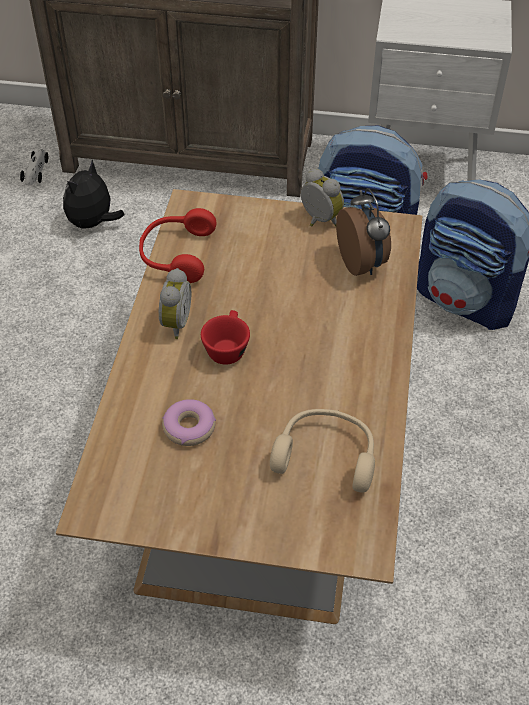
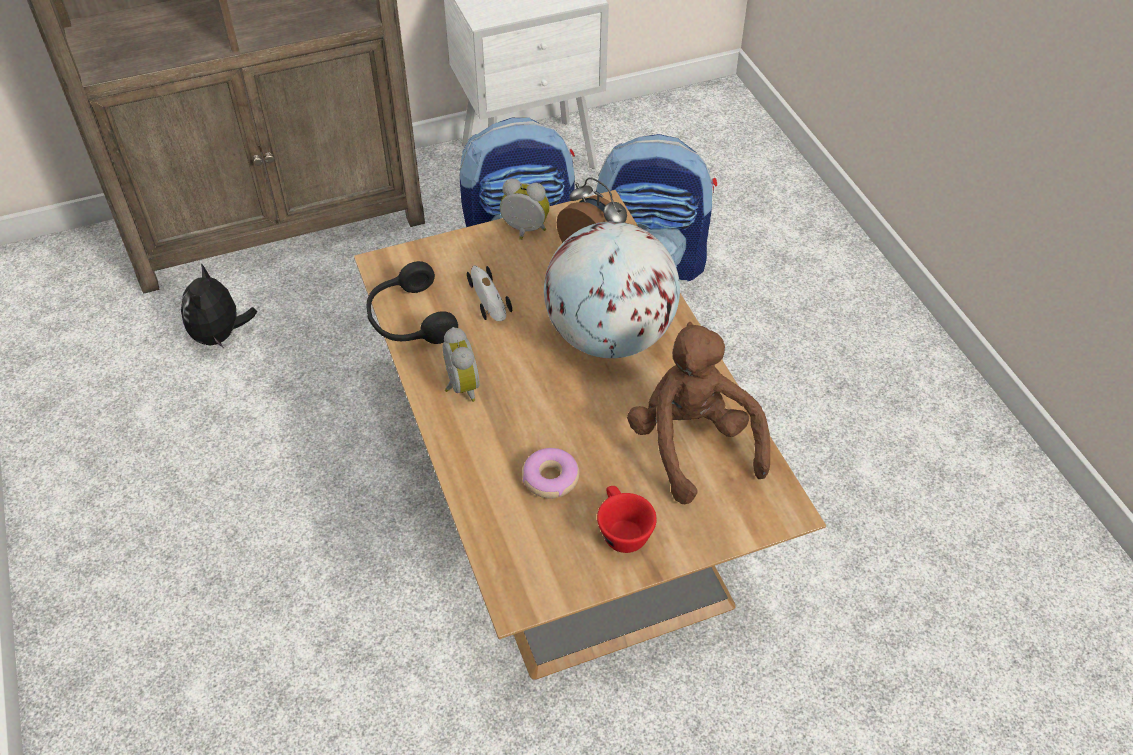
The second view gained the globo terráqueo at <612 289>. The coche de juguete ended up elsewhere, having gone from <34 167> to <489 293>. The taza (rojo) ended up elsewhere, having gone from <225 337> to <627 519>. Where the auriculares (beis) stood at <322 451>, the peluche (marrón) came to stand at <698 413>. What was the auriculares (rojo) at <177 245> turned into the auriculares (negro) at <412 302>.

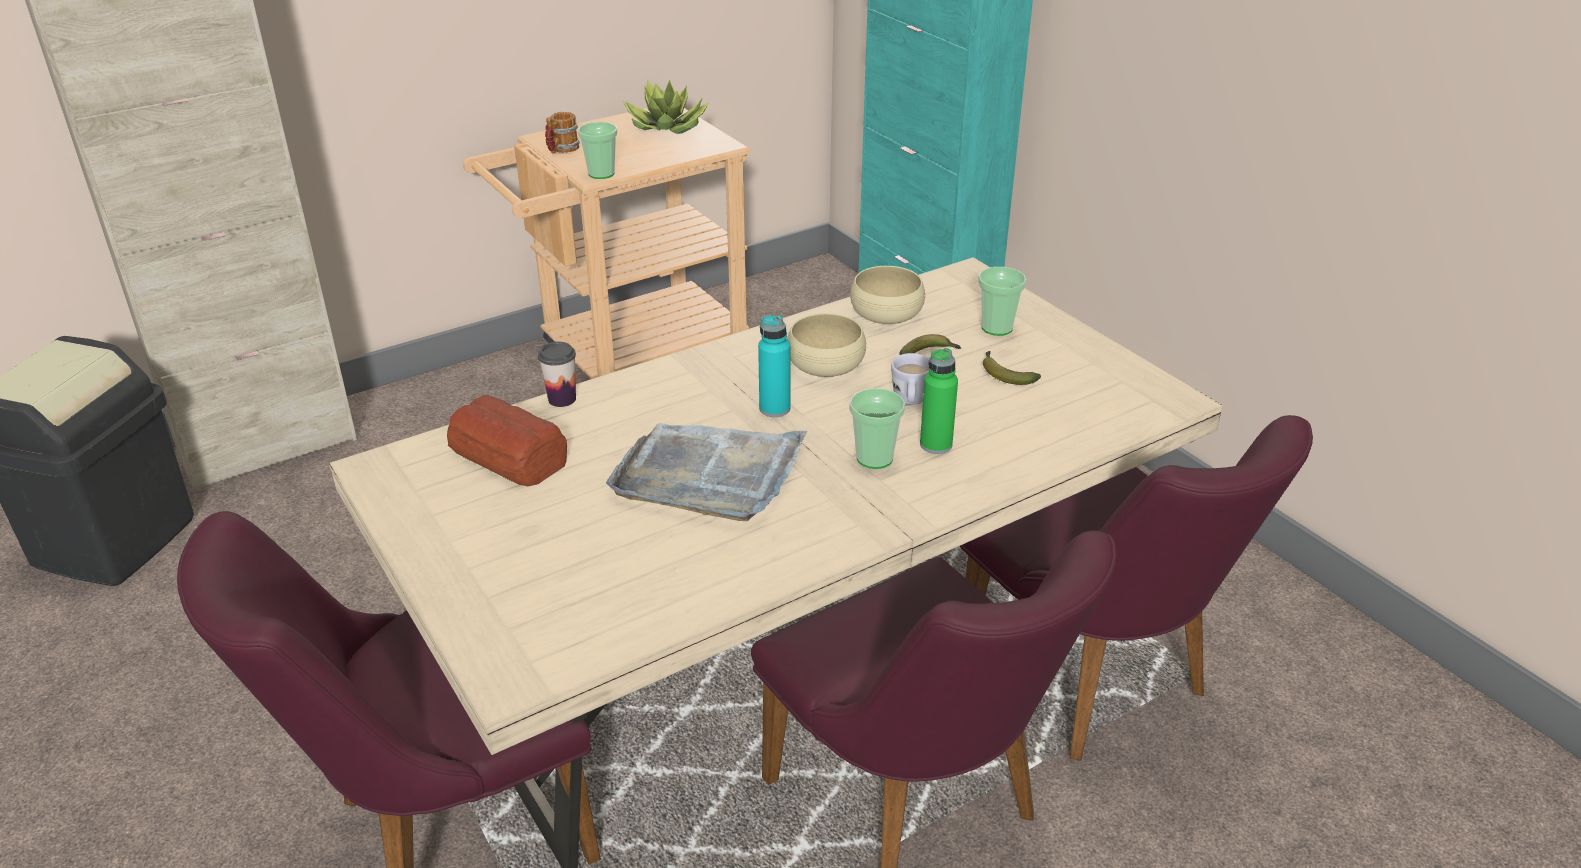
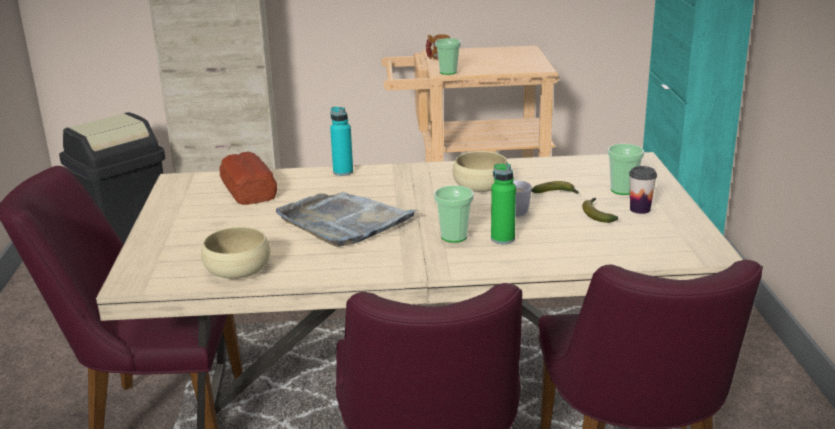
The second view lost the planta en maceta at <666 107>. The taza ended up elsewhere, having gone from <557 374> to <643 190>. The botella (turquesa) ended up elsewhere, having gone from <774 366> to <341 141>. The cuenco (beis) ended up elsewhere, having gone from <887 295> to <235 253>.

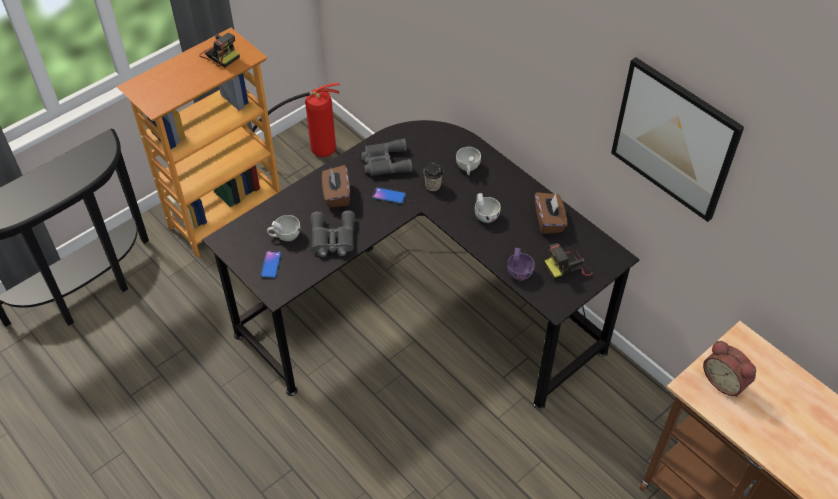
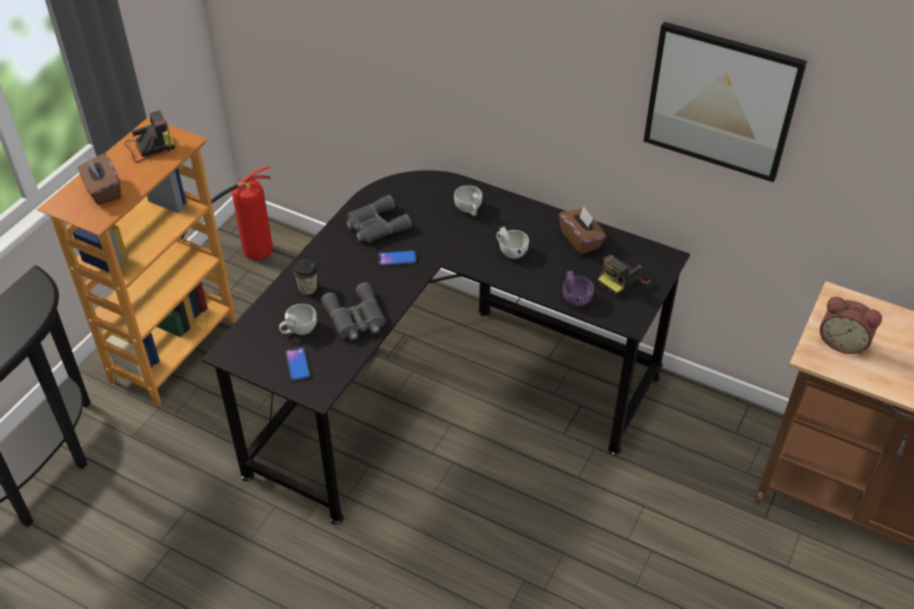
The caja de pañuelos (marrón) ended up elsewhere, having gone from <336 186> to <99 179>. The taza ended up elsewhere, having gone from <433 177> to <305 277>. The cámara at <219 50> ended up facing another way, 45 degrees counterclockwise from before.

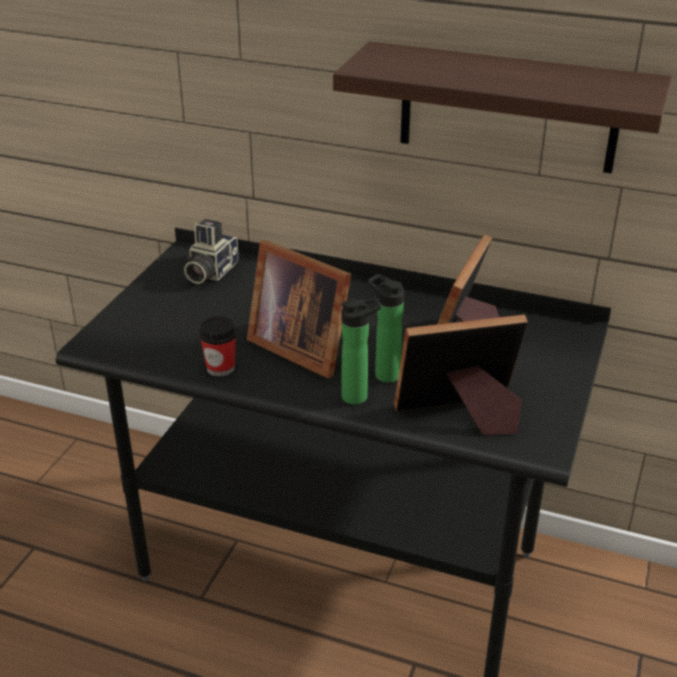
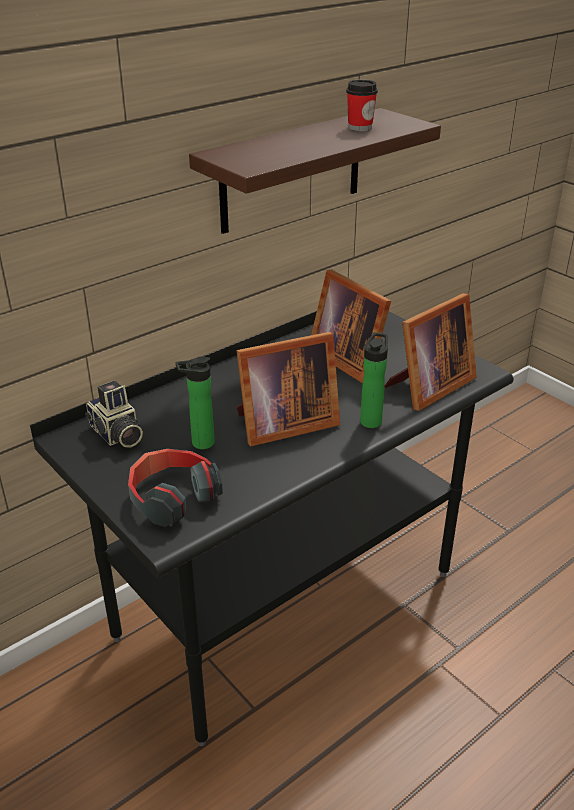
The second view gained the auriculares at <175 488>. The taza ended up elsewhere, having gone from <218 346> to <362 105>. The botella ended up elsewhere, having gone from <386 328> to <195 402>. The portarretratos at <461 375> ended up facing another way, 150 degrees counterclockwise from before.

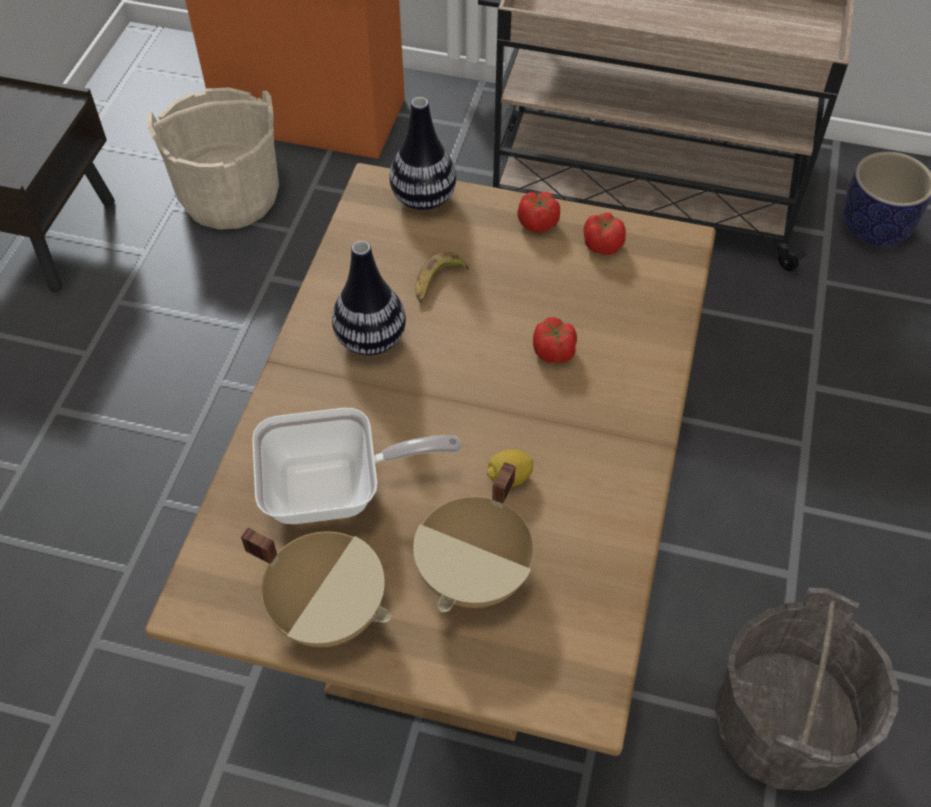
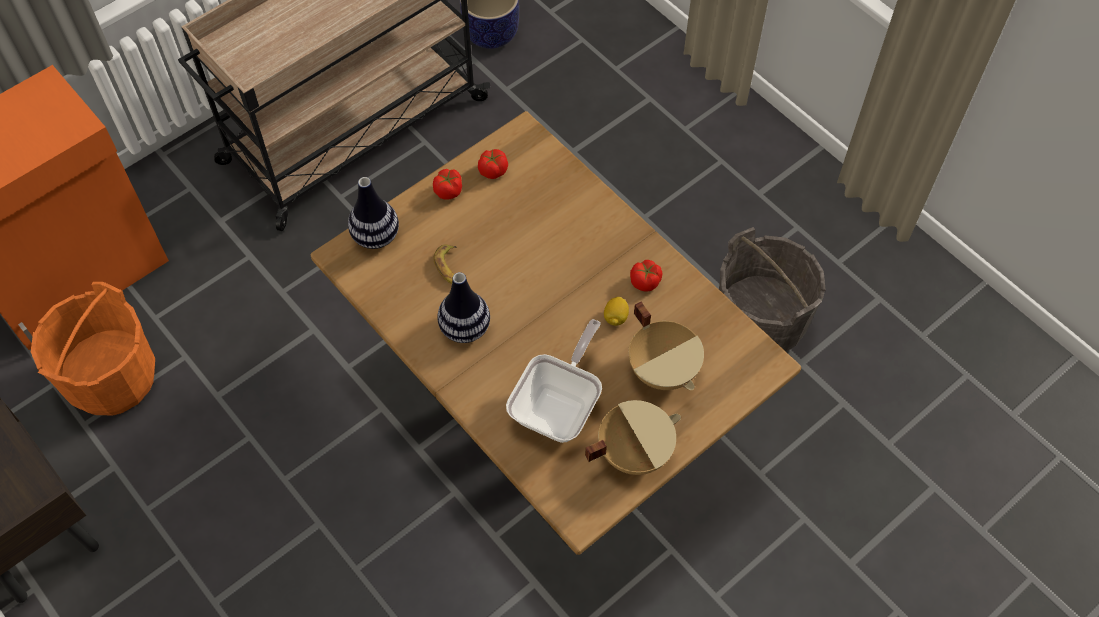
The tomate ended up elsewhere, having gone from <555 340> to <646 276>. What was the cubo (beis) at <213 158> turned into the cubo (naranja) at <93 348>.

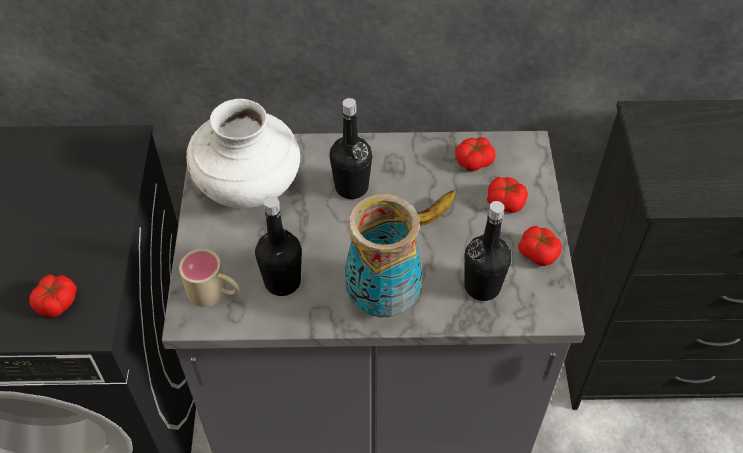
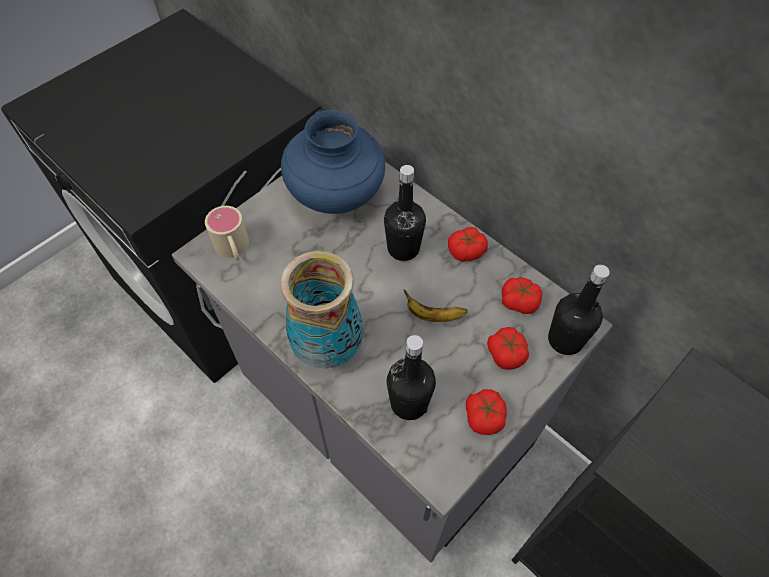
The tomate ended up elsewhere, having gone from <53 296> to <468 244>. The botella (negro) ended up elsewhere, having gone from <278 246> to <579 309>. What was the florero (blanco) at <243 154> turned into the florero (azul) at <333 162>.

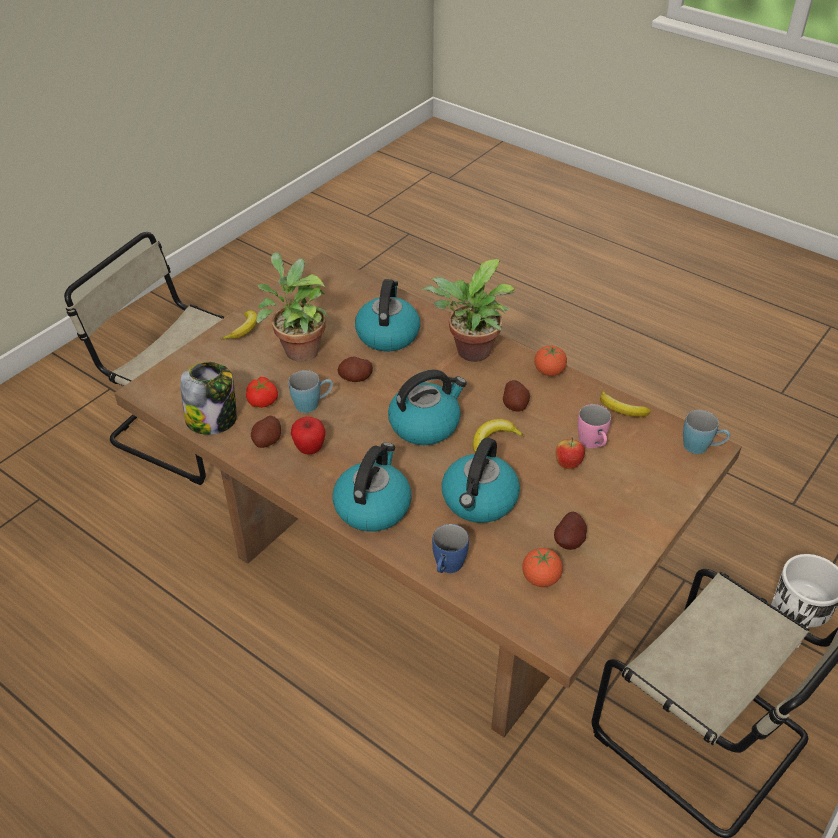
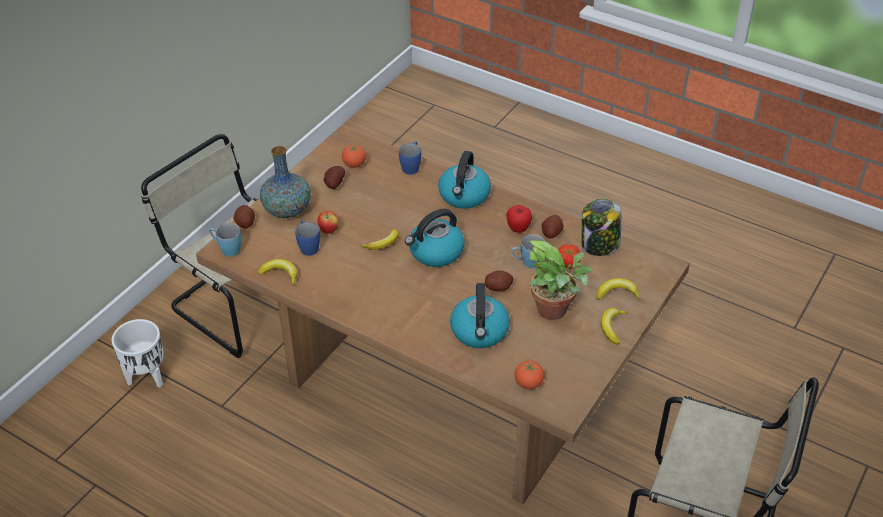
The second view lost the planta en maceta at <468 310>. The second view lost the hervidor at <481 480>. The second view gained the florero at <285 182>. The second view gained the plátano at <618 289>. The patata ended up elsewhere, having gone from <516 395> to <244 217>. The tomate ended up elsewhere, having gone from <550 360> to <529 374>. What was the taza grande (rosa) at <594 426> turned into the taza grande (azul) at <307 238>.

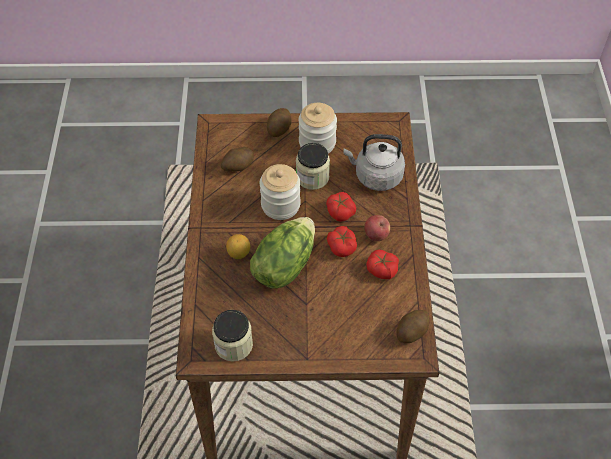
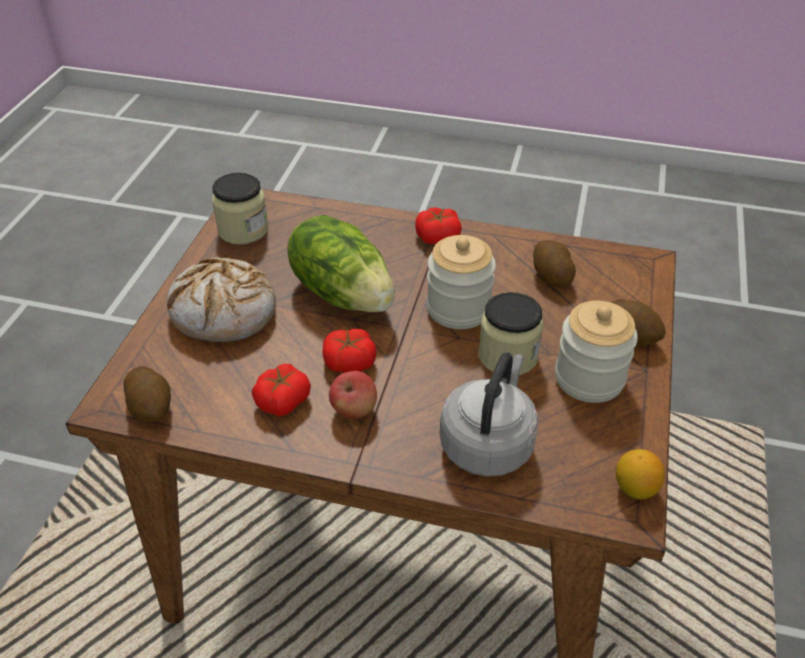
The second view gained the pan at <221 299>. The limón ended up elsewhere, having gone from <238 246> to <640 474>. The tomate ended up elsewhere, having gone from <341 206> to <438 225>.

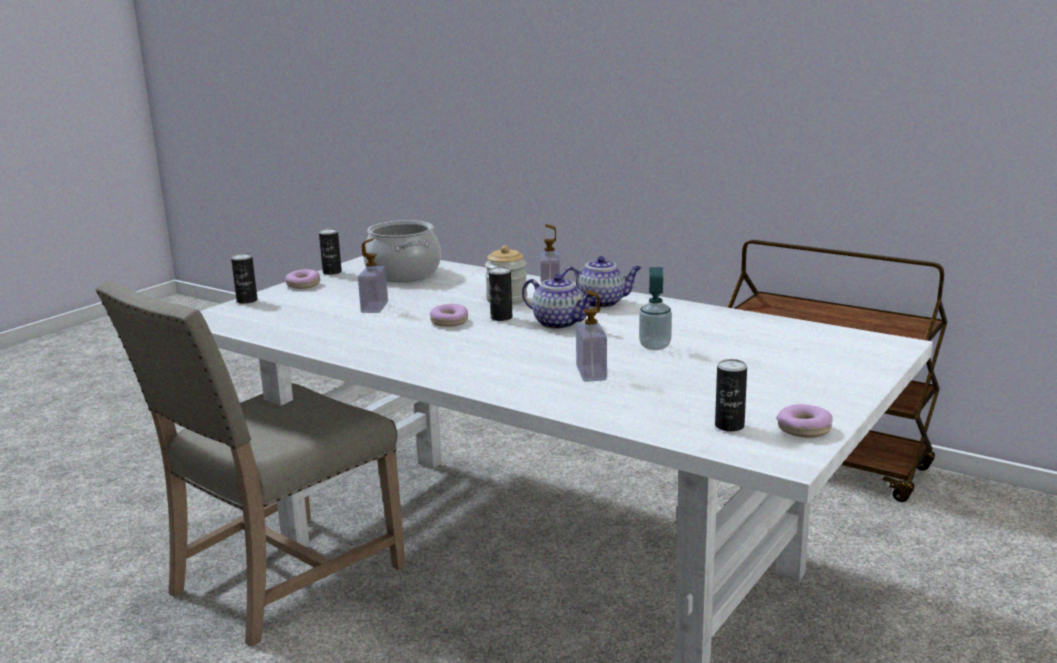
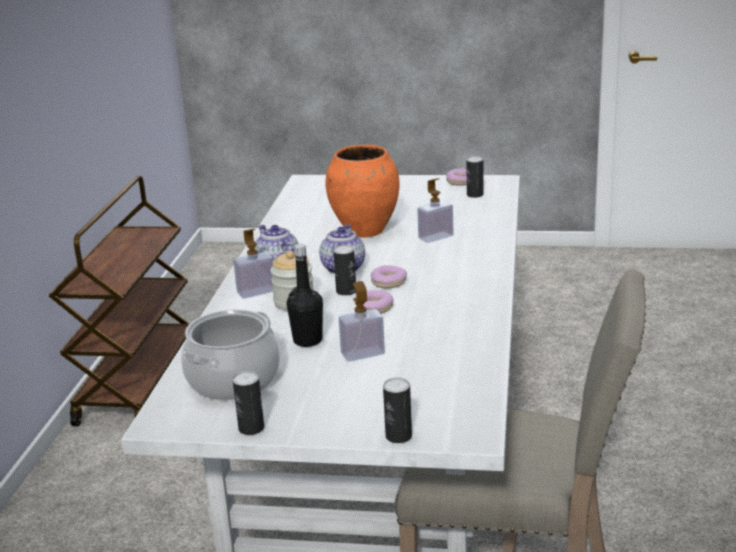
The second view gained the botella (negro) at <305 295>. The rosquilla ended up elsewhere, having gone from <302 279> to <389 276>. Where the dispensador de jabón stood at <655 308>, the florero (naranja) came to stand at <363 191>.

